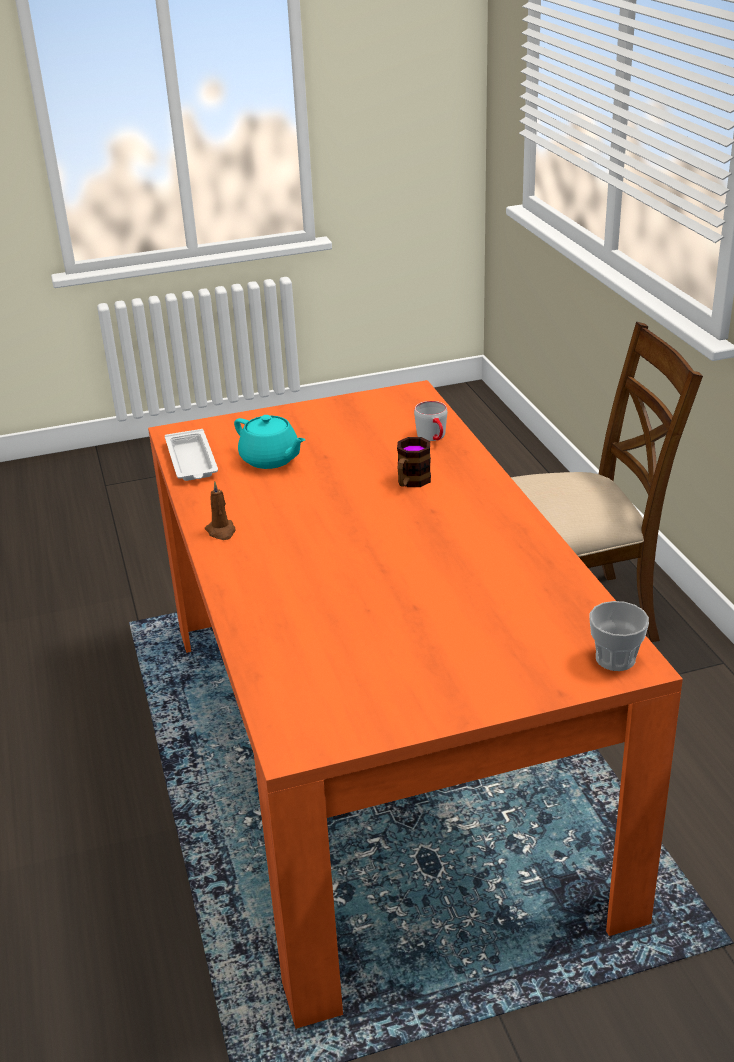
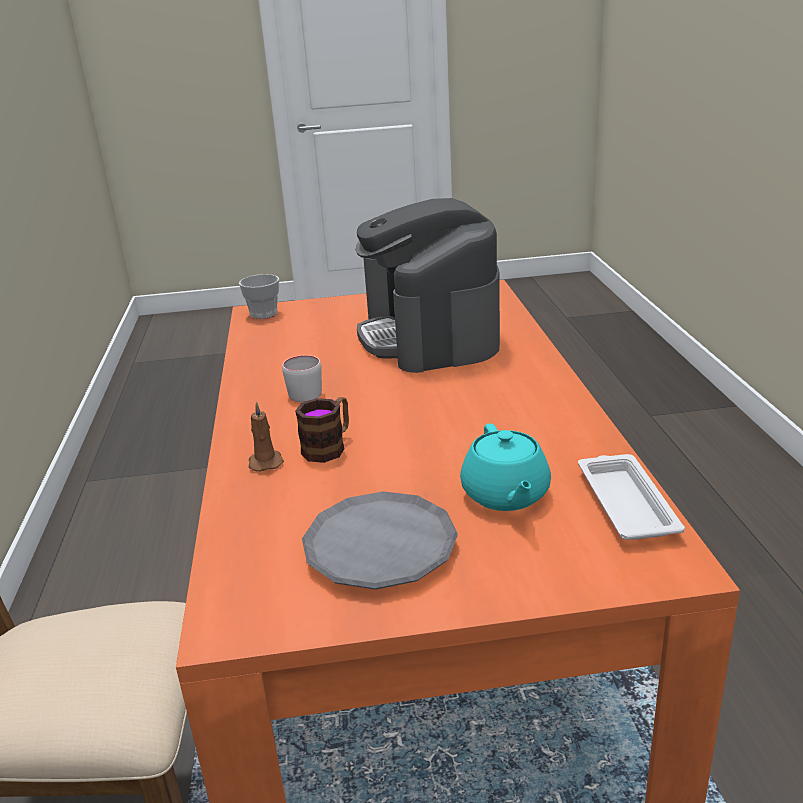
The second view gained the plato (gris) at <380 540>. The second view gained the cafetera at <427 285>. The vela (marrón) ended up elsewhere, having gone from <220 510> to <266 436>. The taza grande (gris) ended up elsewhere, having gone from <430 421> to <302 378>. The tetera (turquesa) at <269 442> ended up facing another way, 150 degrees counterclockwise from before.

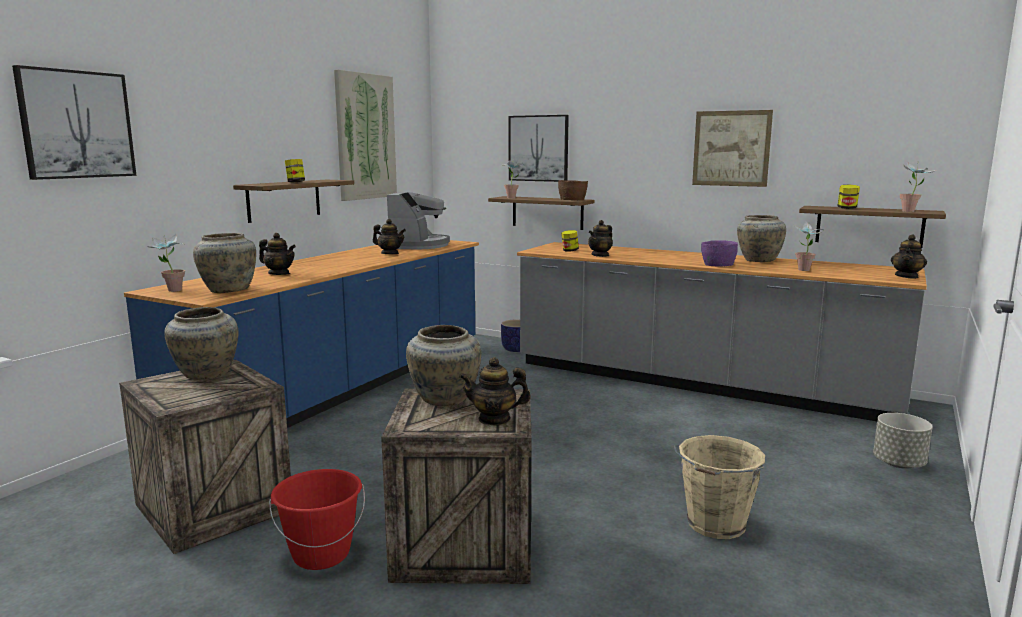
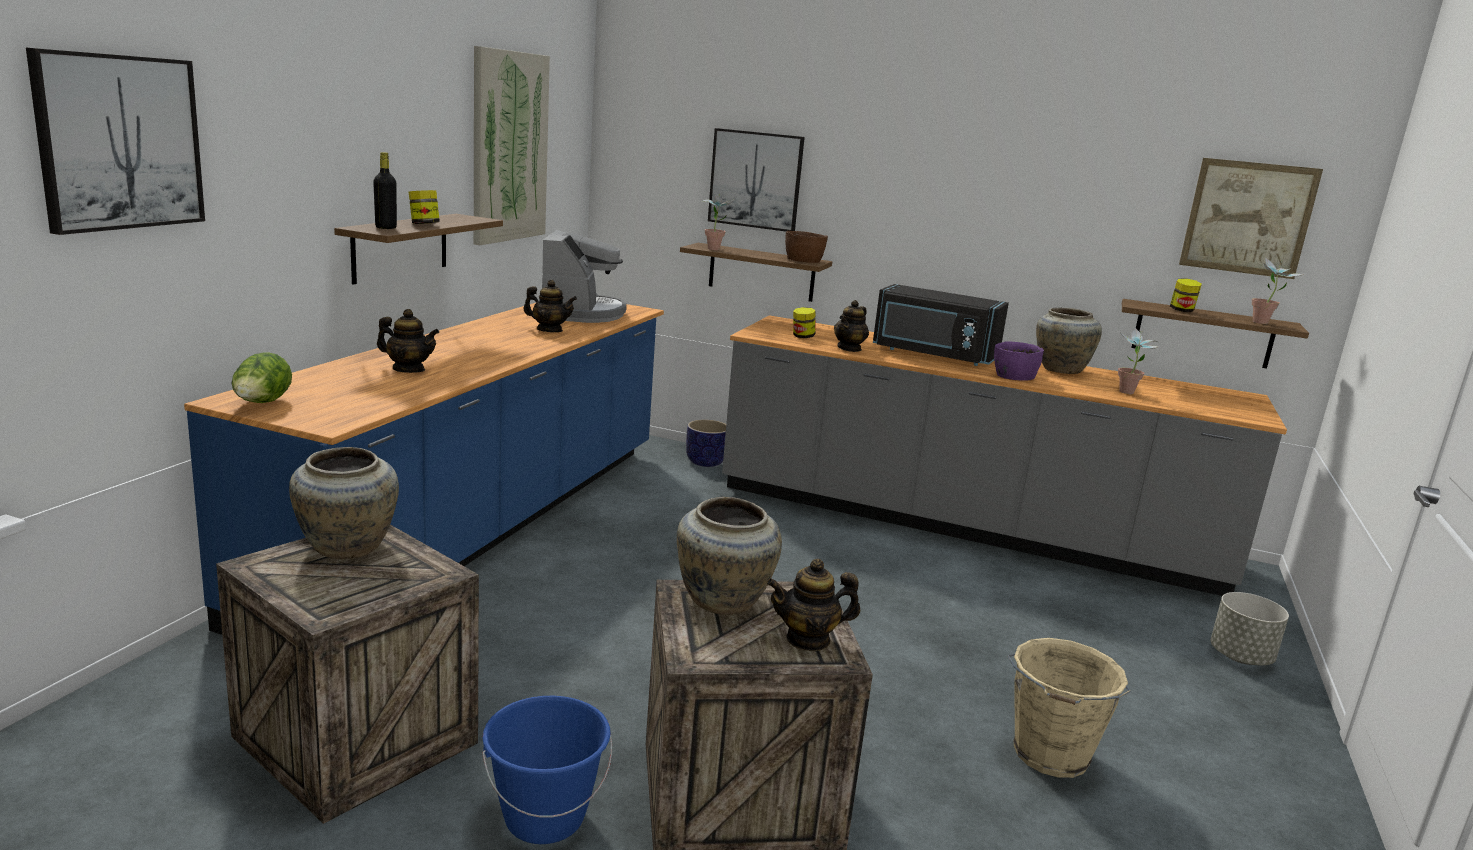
The second view lost the florero (beis) at <224 263>. The second view lost the tetera at <909 256>. The second view gained the botella (negro) at <385 190>. The second view gained the microondas (negro) at <941 325>. The cuadro ended up elsewhere, having gone from <732 148> to <1251 218>. Where the planta en maceta stood at <166 263>, the lechuga came to stand at <262 377>. What was the cubo (rojo) at <317 519> turned into the cubo (azul) at <547 770>.

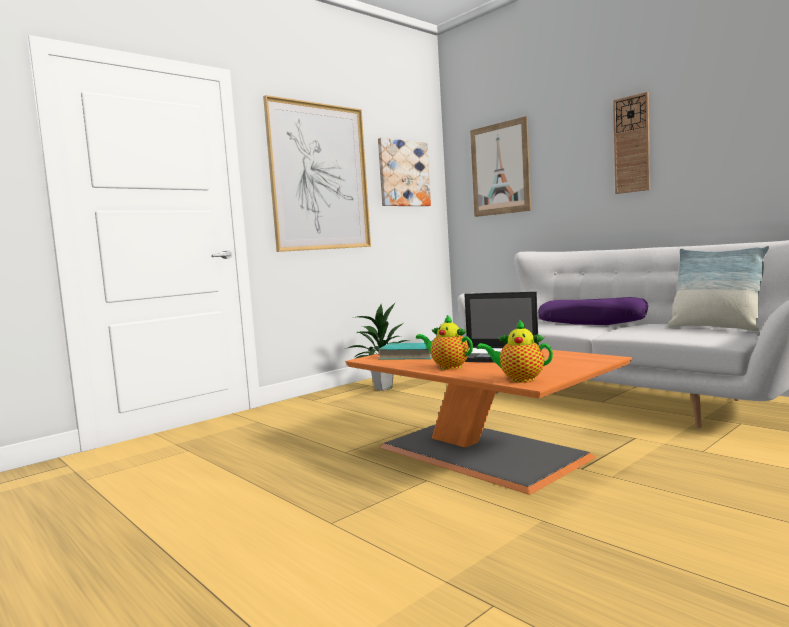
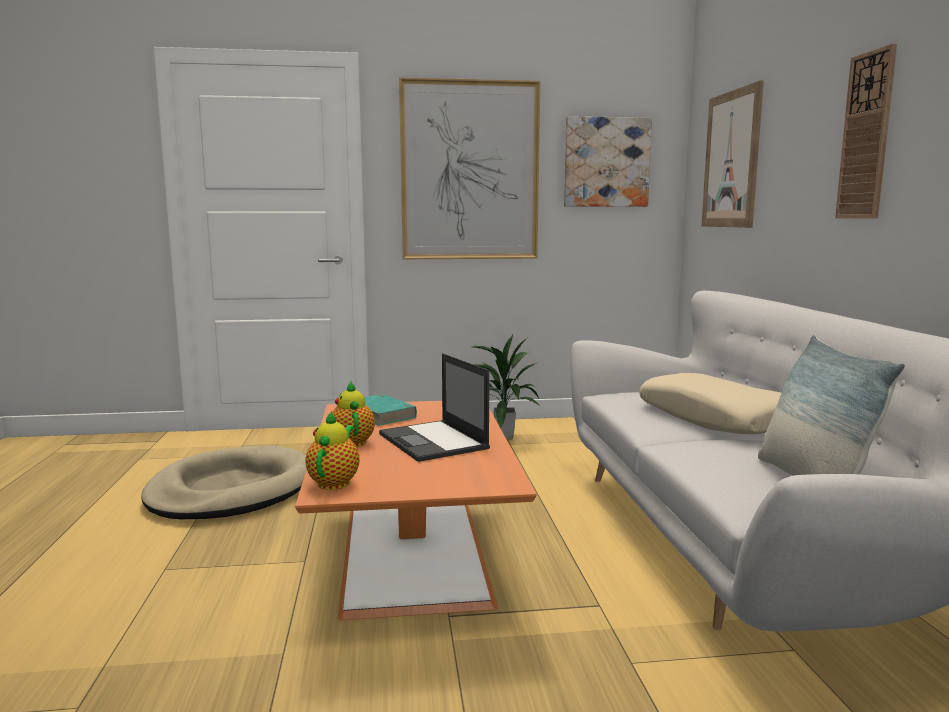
The second view gained the cama para perro (beis) at <224 482>. What was the cojín (morado) at <593 311> turned into the cojín (beis) at <710 403>. The tetera at <515 350> ended up facing another way, 45 degrees clockwise from before.

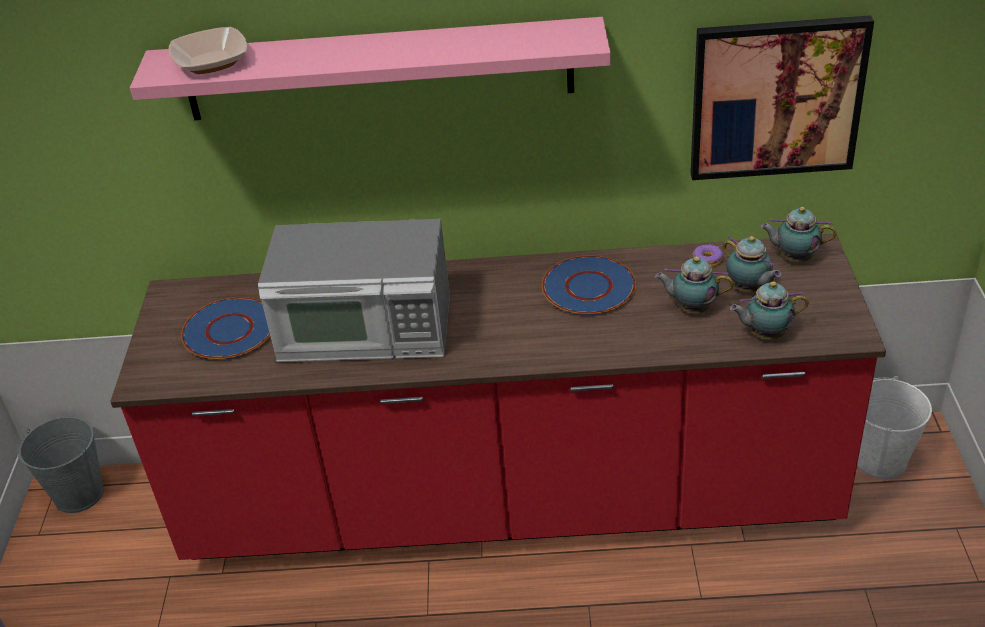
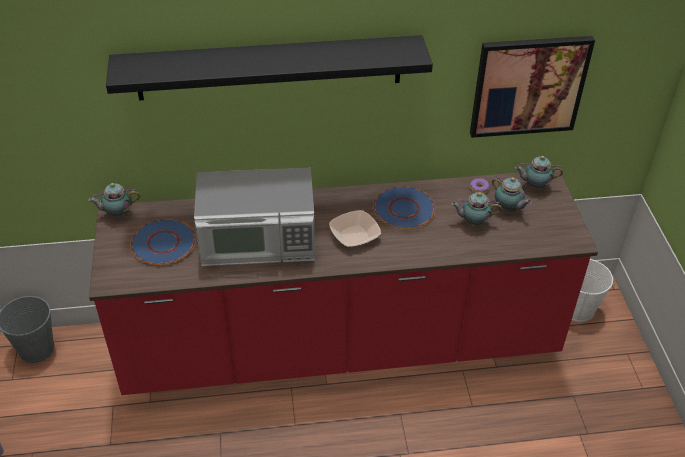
The cuenco ended up elsewhere, having gone from <208 50> to <355 228>. The tetera ended up elsewhere, having gone from <769 310> to <114 201>. What was the estante (rosa) at <370 68> turned into the estante (negro) at <269 67>.

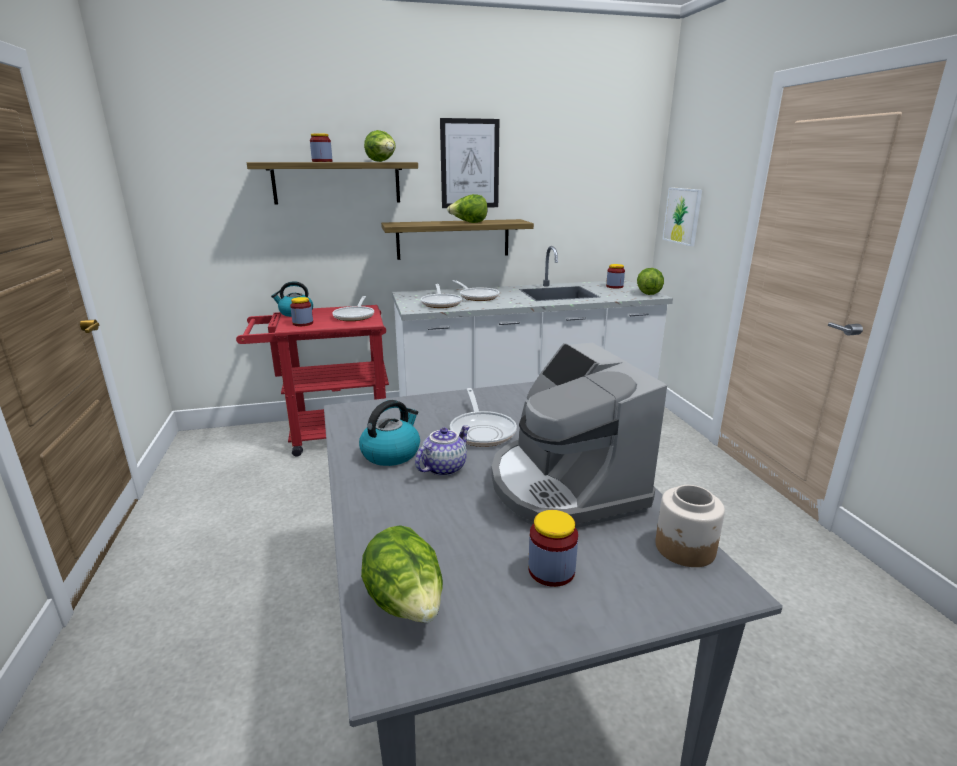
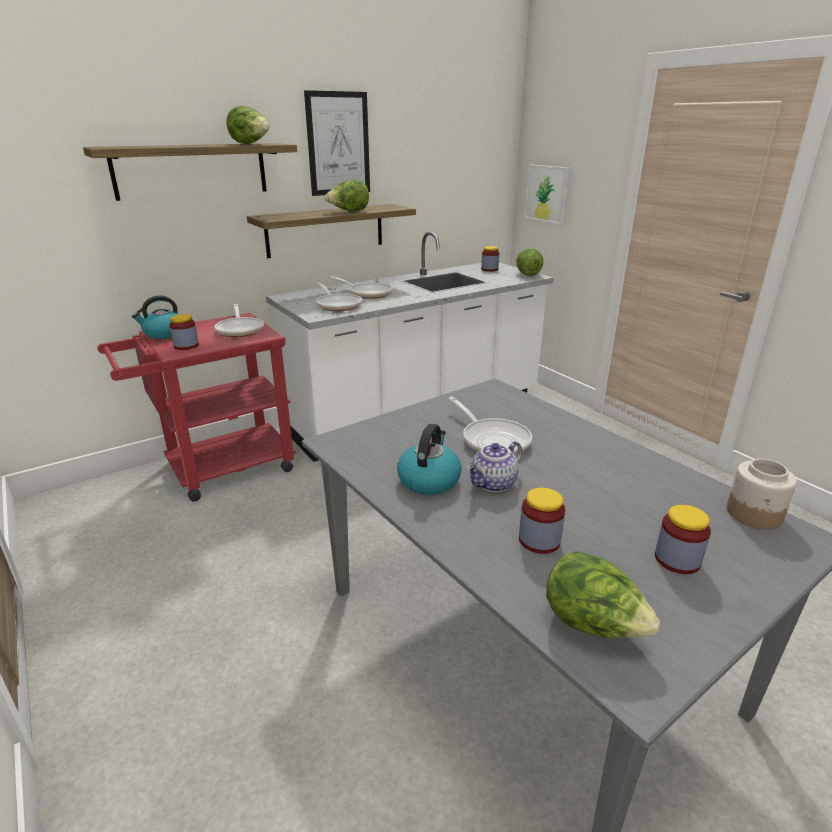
The second view lost the cafetera at <579 435>. The tarro ended up elsewhere, having gone from <321 147> to <542 520>. The tetera at <442 450> ended up facing another way, 150 degrees counterclockwise from before.

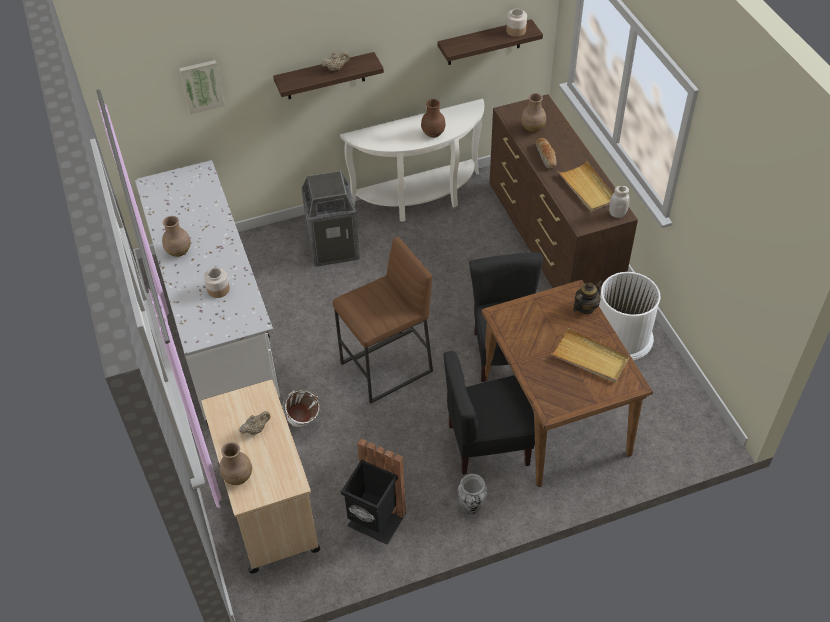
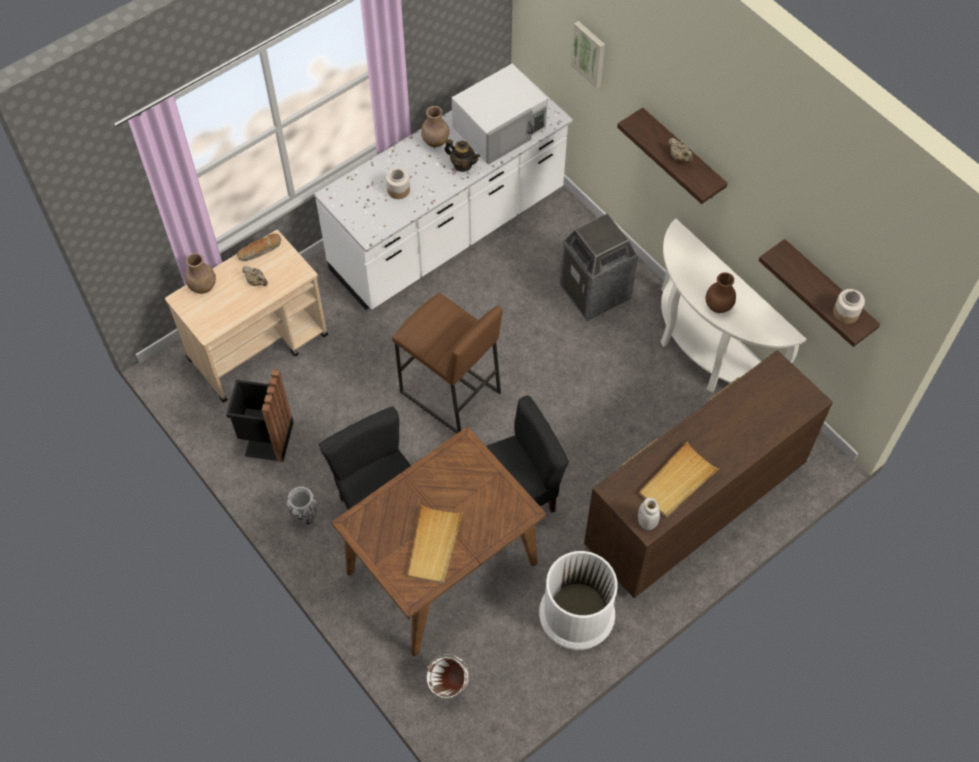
The second view lost the florero (marrón) at <533 113>. The second view gained the microondas (blanco) at <500 114>. The cubo (blanco) ended up elsewhere, having gone from <301 408> to <448 676>. The pan ended up elsewhere, having gone from <546 153> to <259 247>. The tetera ended up elsewhere, having gone from <588 297> to <462 155>.

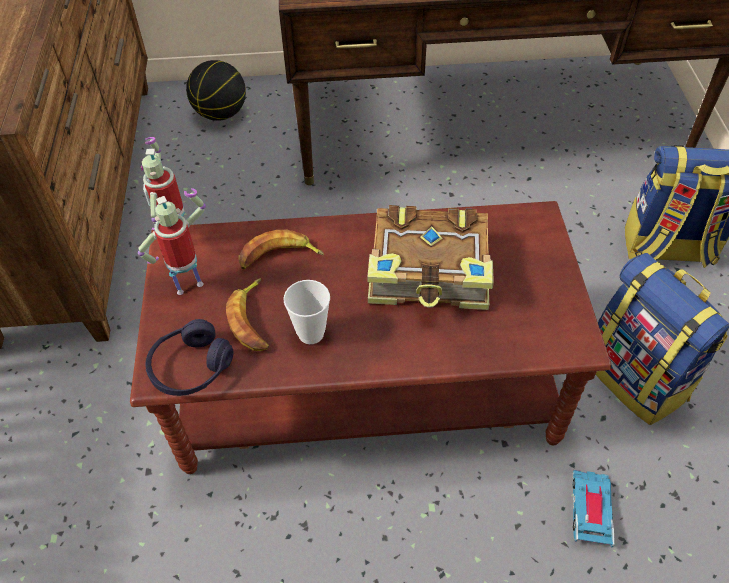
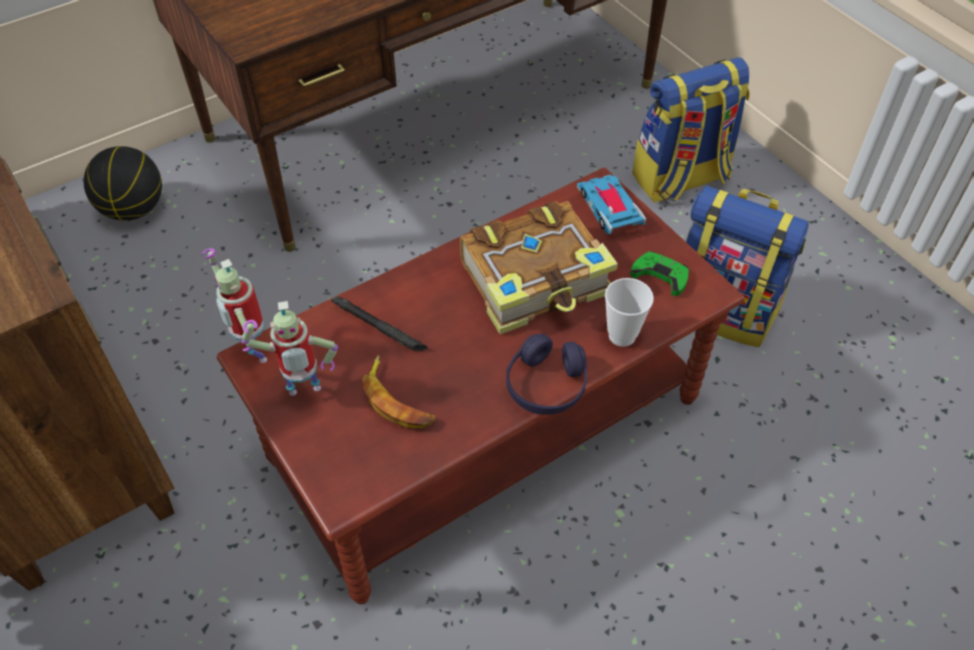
The second view gained the mando de consola (verde) at <659 273>. The auriculares (morado) ended up elsewhere, having gone from <189 357> to <546 374>. The taza ended up elsewhere, having gone from <307 312> to <629 312>. The coche de juguete ended up elsewhere, having gone from <594 509> to <611 204>. Where the plátano stood at <281 249>, the linterna (negro) came to stand at <379 323>. The robot de juguete at <172 241> ended up facing another way, 135 degrees counterclockwise from before.

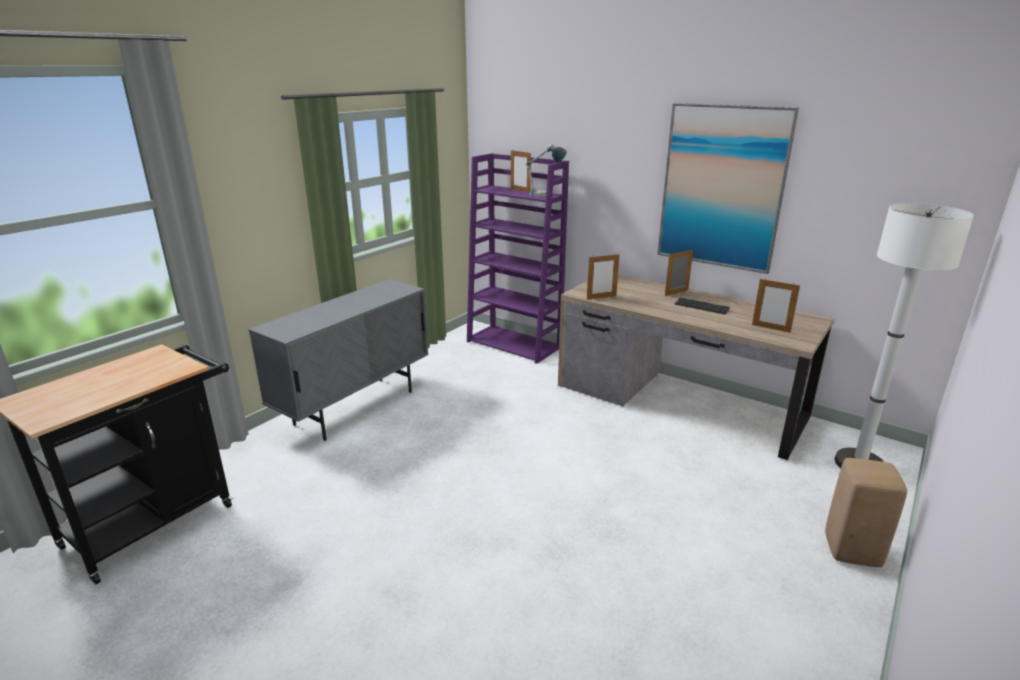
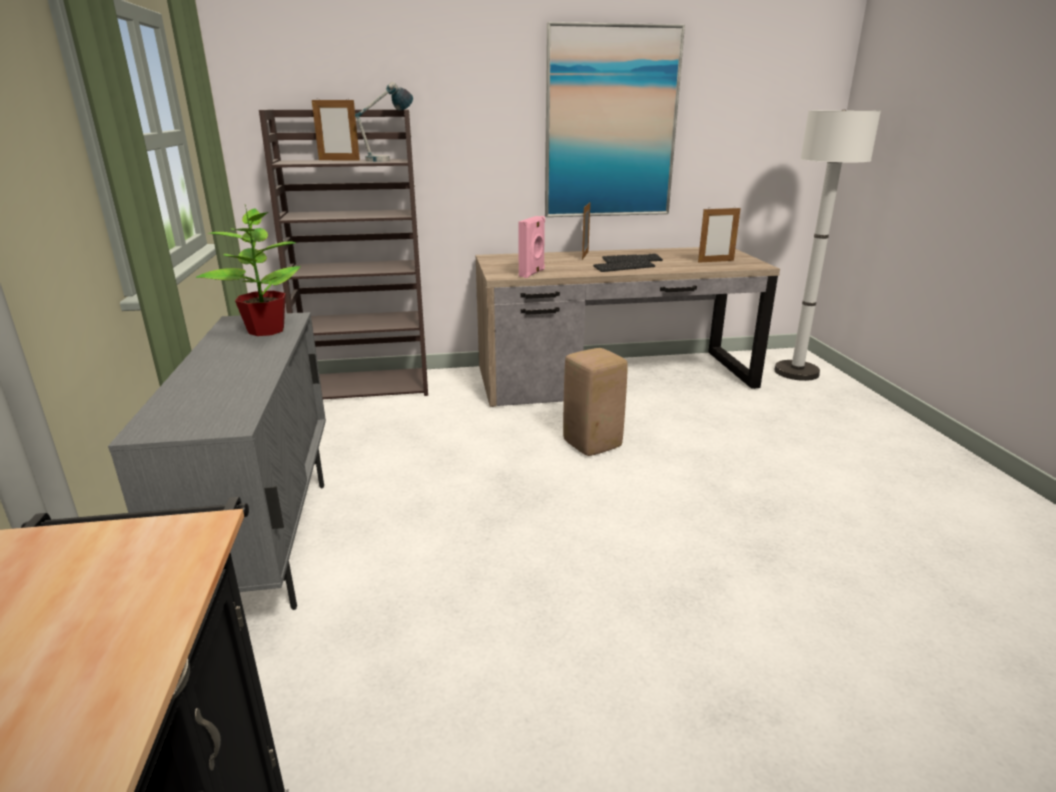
The second view gained the planta en maceta at <248 270>. The second view gained the teclado at <624 266>. The taburete (beis) ended up elsewhere, having gone from <866 512> to <595 402>. Where the portarretratos stood at <603 276>, the altavoz (rosa) came to stand at <531 247>. What was the estantería (morado) at <518 258> turned into the estantería (marrón) at <343 254>.

